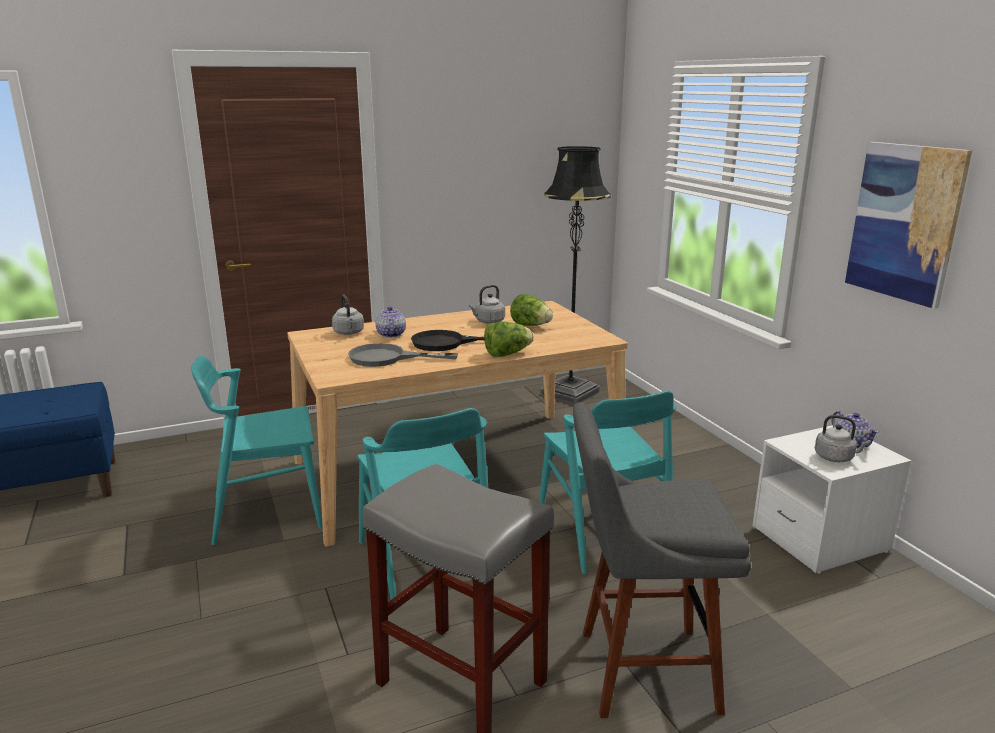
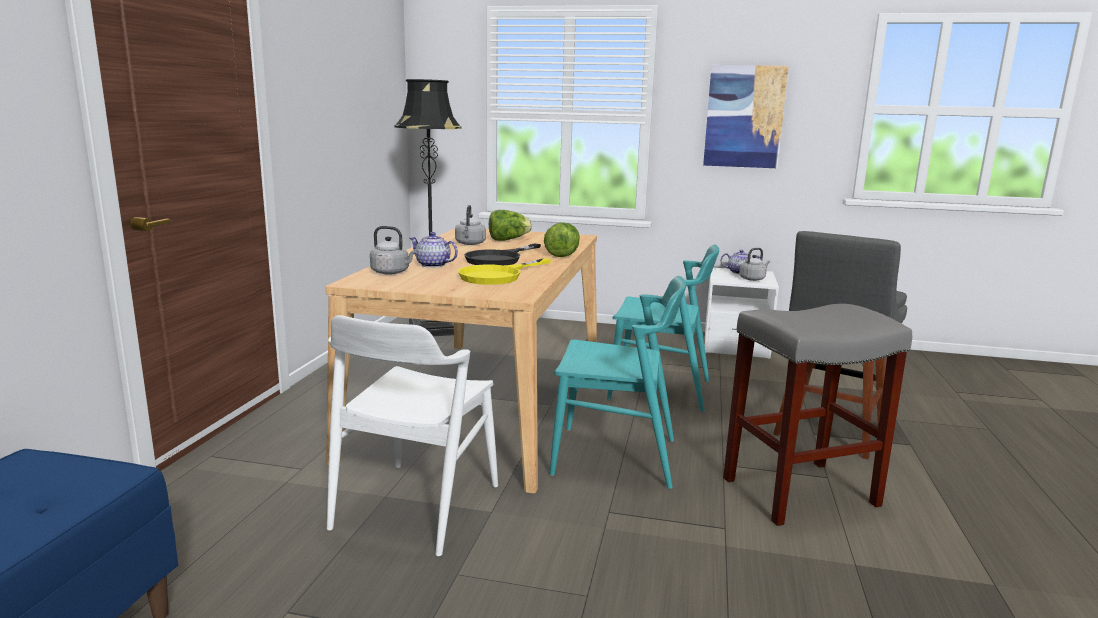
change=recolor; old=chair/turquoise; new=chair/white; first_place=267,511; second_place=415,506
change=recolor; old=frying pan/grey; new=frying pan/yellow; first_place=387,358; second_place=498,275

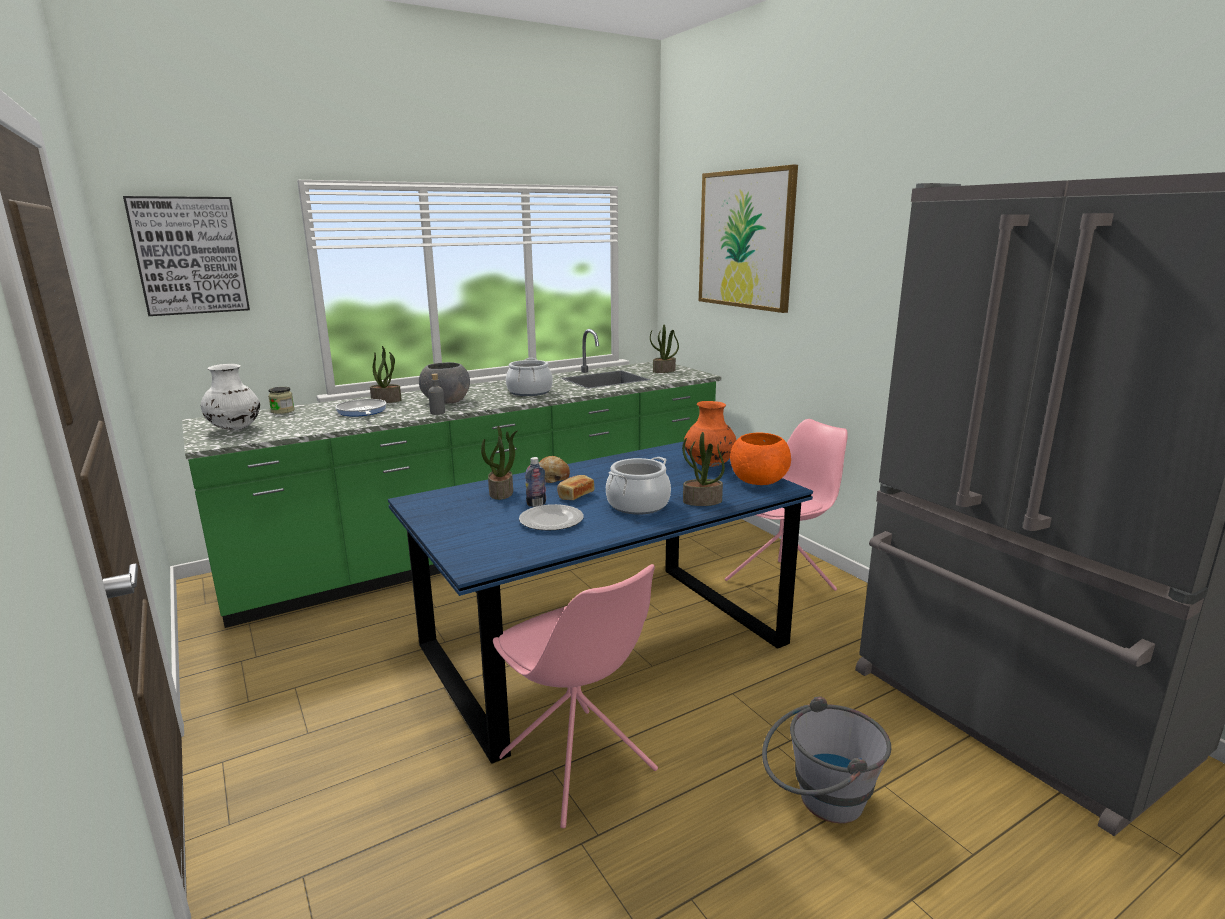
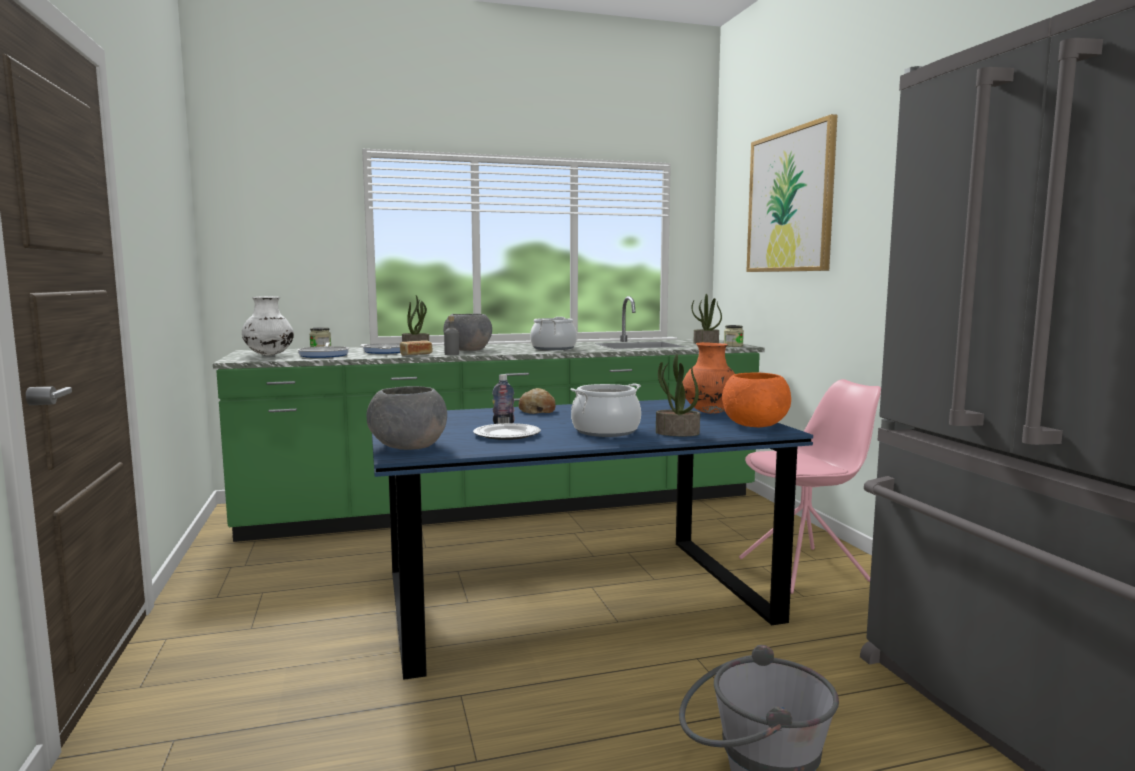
change=delete; old=picture; first_place=189,256
change=delete; old=potted plant; first_place=502,493
change=delete; old=chair/pink; first_place=578,766
change=move; old=bread; first_place=575,495; second_place=416,355
change=insert; new=frying pan; second_place=324,355
change=insert; new=bowl/grey; second_place=407,446
change=insert; new=jar; second_place=733,346

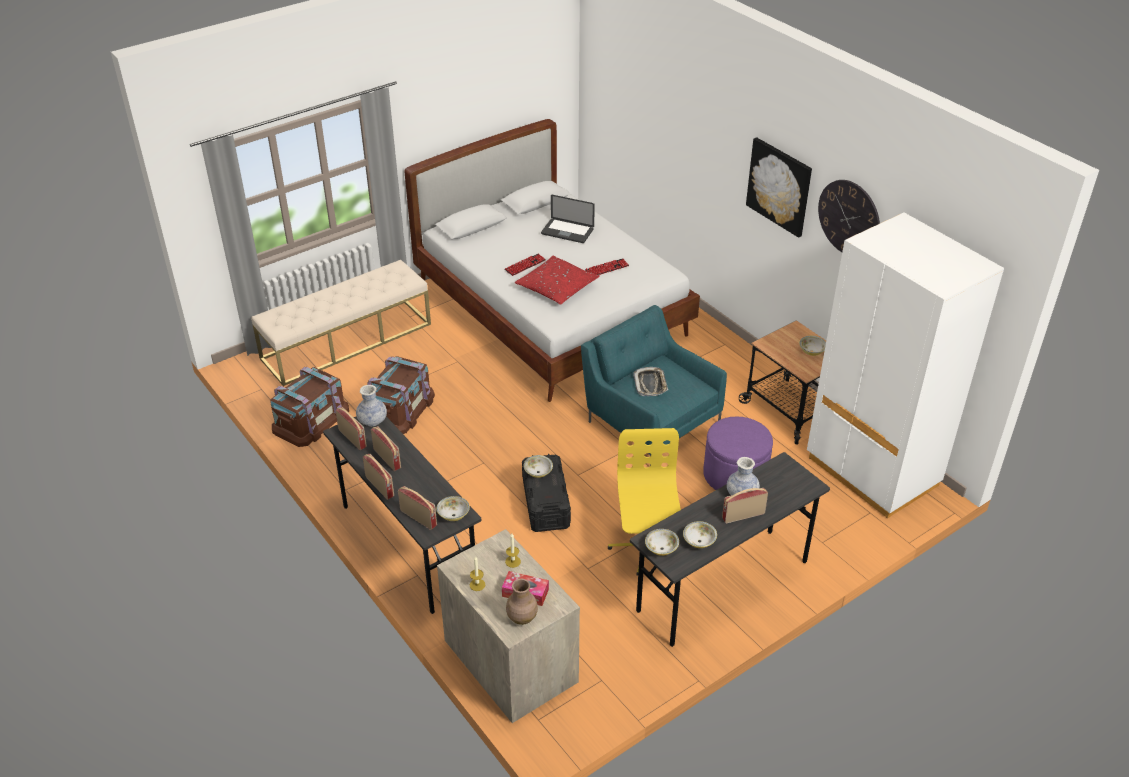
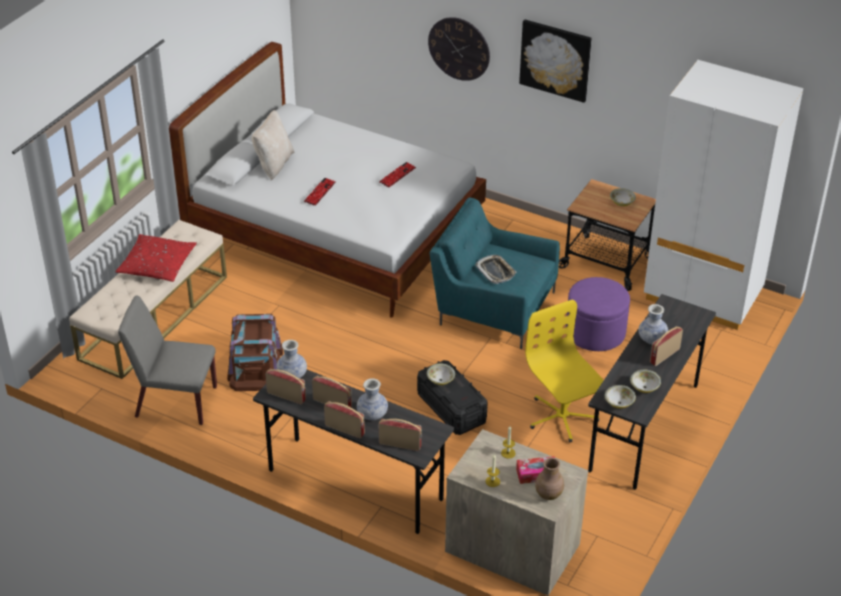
change=replace; old=storage box/brown; new=chair/grey; first_place=310,419; second_place=175,402
change=delete; old=bowl; first_place=453,515
change=move; old=pillow/red; first_place=557,287; second_place=157,265
change=delete; old=laptop; first_place=567,232
change=move; old=wall clock; first_place=849,218; second_place=459,48
change=insert; new=pillow/beige; second_place=274,164
change=insert; new=vase; second_place=372,414

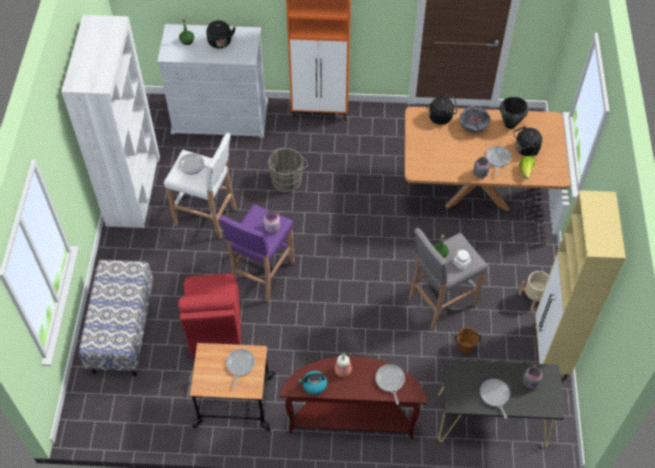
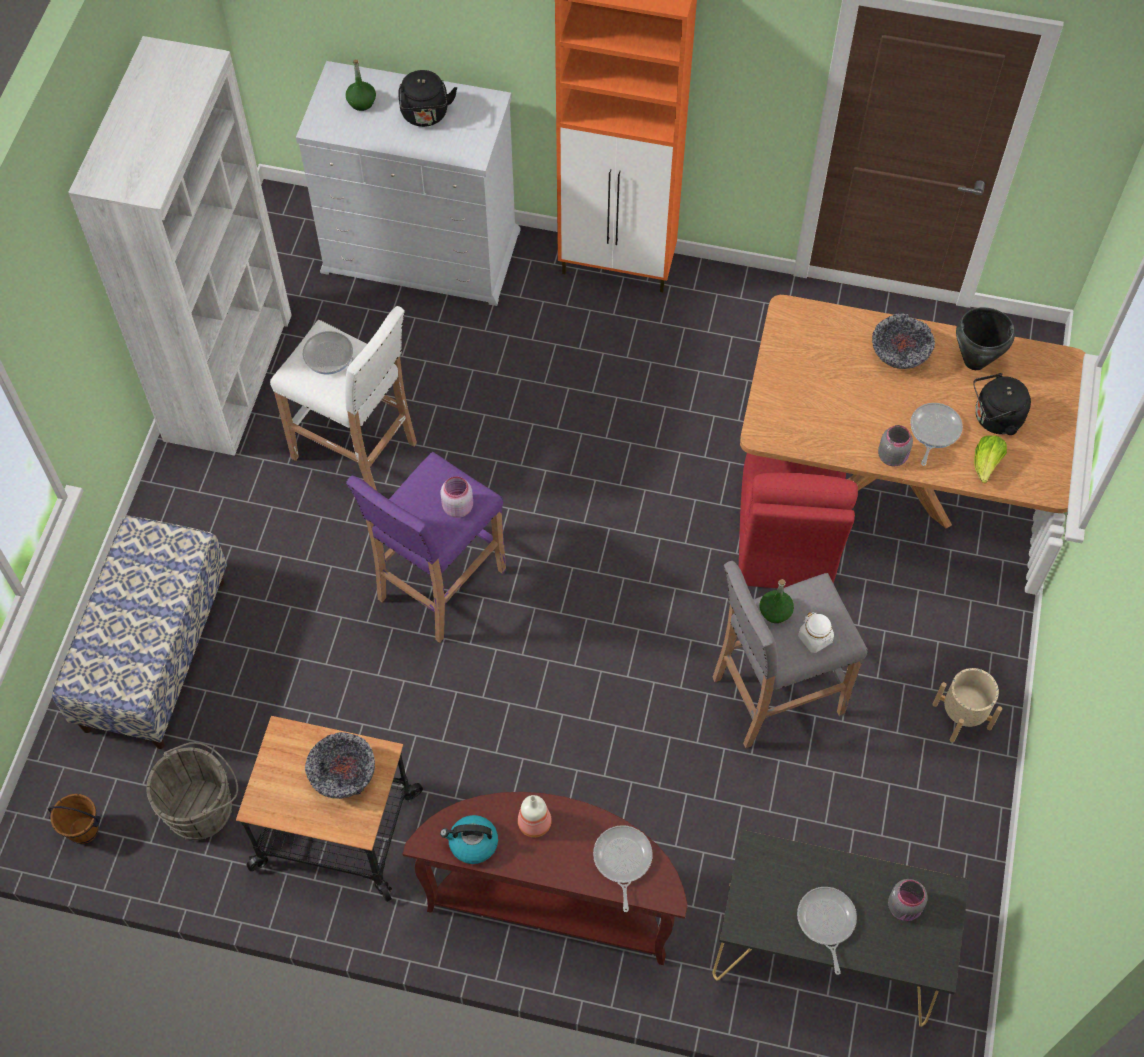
change=move; old=chair/red; first_place=215,329; second_place=785,541
change=replace; old=frying pan; new=bowl; first_place=240,365; second_place=343,775
change=move; old=bucket/grey; first_place=288,180; second_place=203,807
change=delete; old=kettle/black; first_place=442,117
change=move; old=bucket/brown; first_place=465,348; second_place=83,830
change=delete; old=cabinet/beige; first_place=550,351

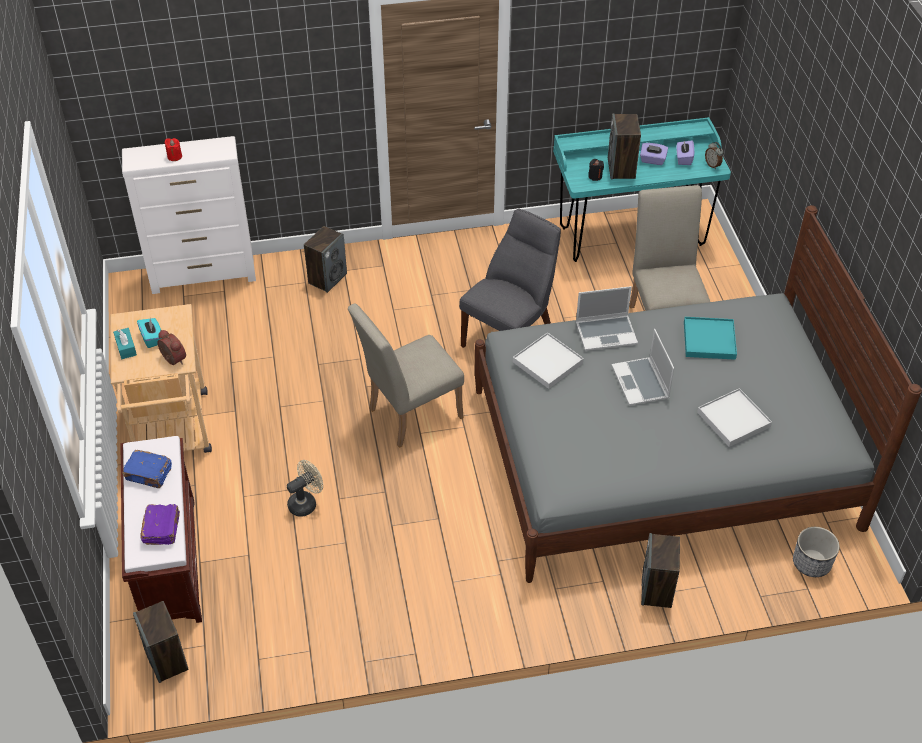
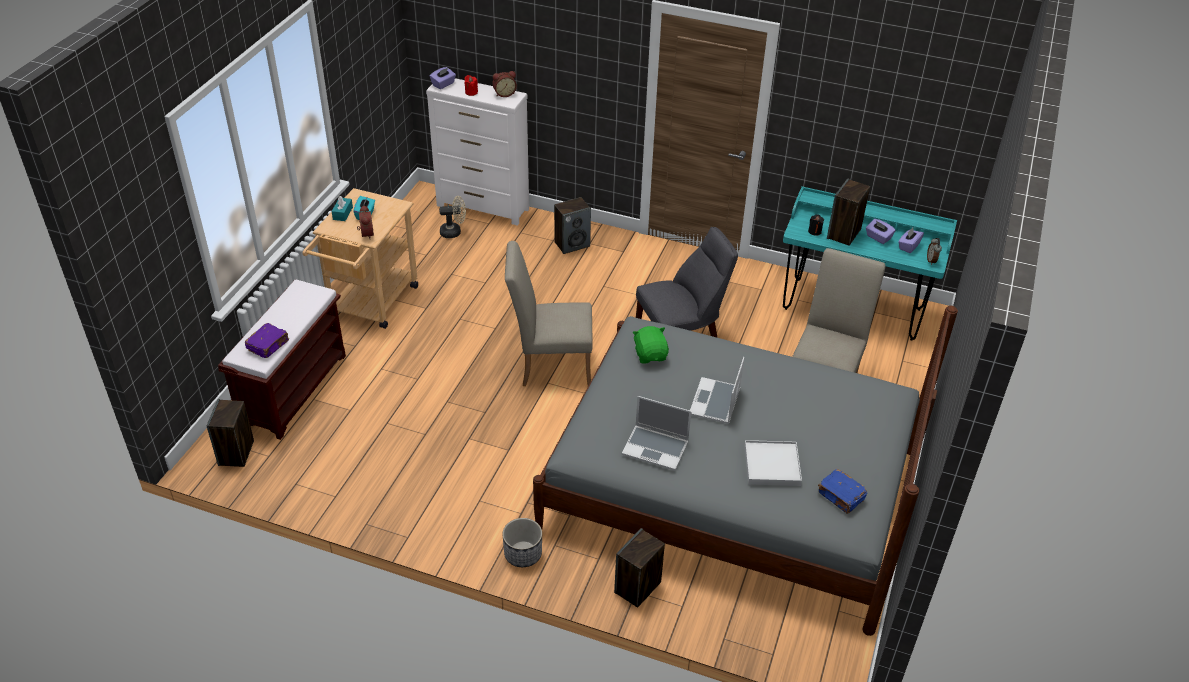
change=move; old=book/blue; first_place=149,474; second_place=841,497
change=move; old=fan/beige; first_place=306,503; second_place=454,232
change=replace; old=tray/white; new=plush toy/green; first_place=547,363; second_place=650,355
change=move; old=laptop; first_place=606,333; second_place=656,448
change=delete; old=tray/turquoise; first_place=709,340
change=move; old=planter; first_place=811,563; second_place=523,554
change=insert; new=tissue box/purple; second_place=443,84
change=insert; new=alarm clock; second_place=504,93

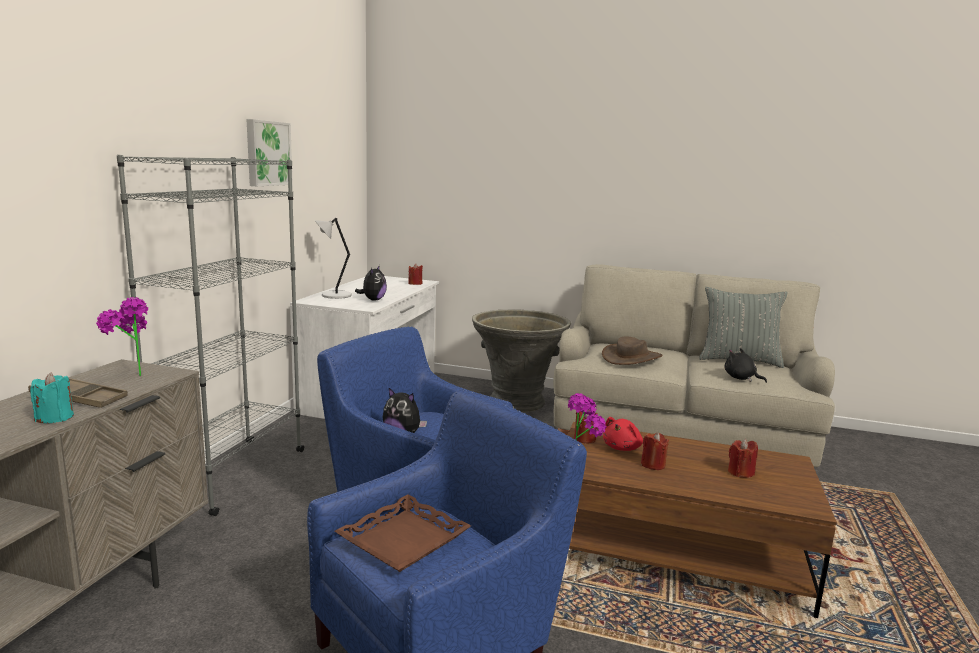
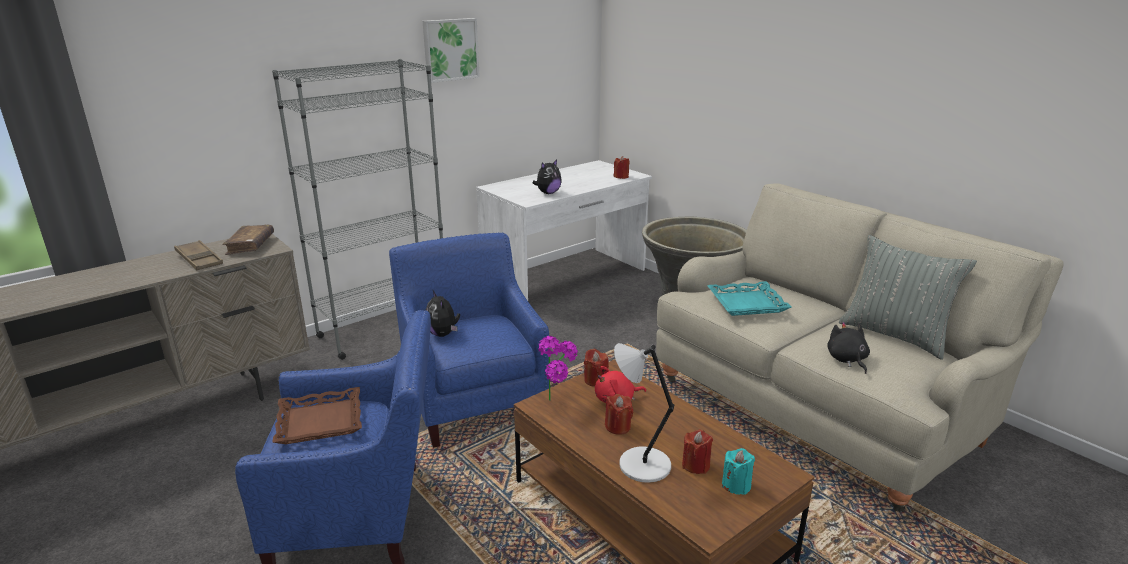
change=move; old=candle/turquoise; first_place=55,418; second_place=736,485
change=replace; old=potted plant; new=book/brown; first_place=130,375; second_place=250,246
change=move; old=table lamp/grey; first_place=334,295; second_place=641,465
change=replace; old=hat/brown; new=tray/turquoise; first_place=632,358; second_place=747,304

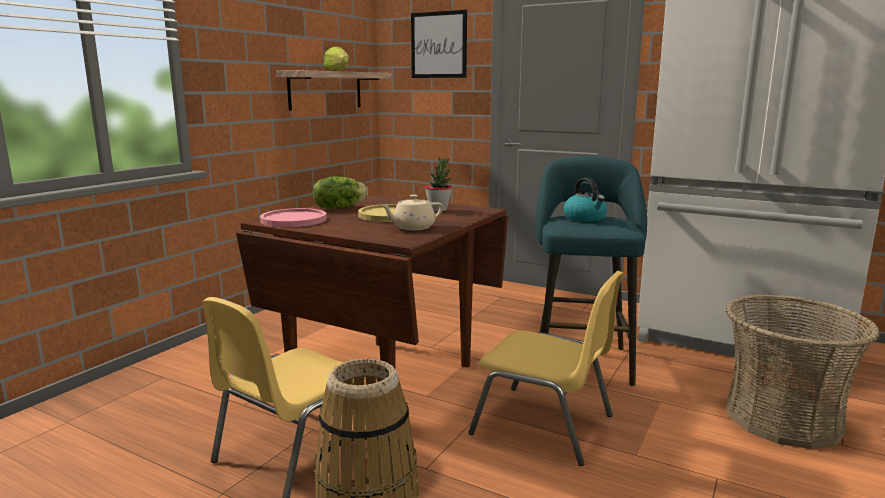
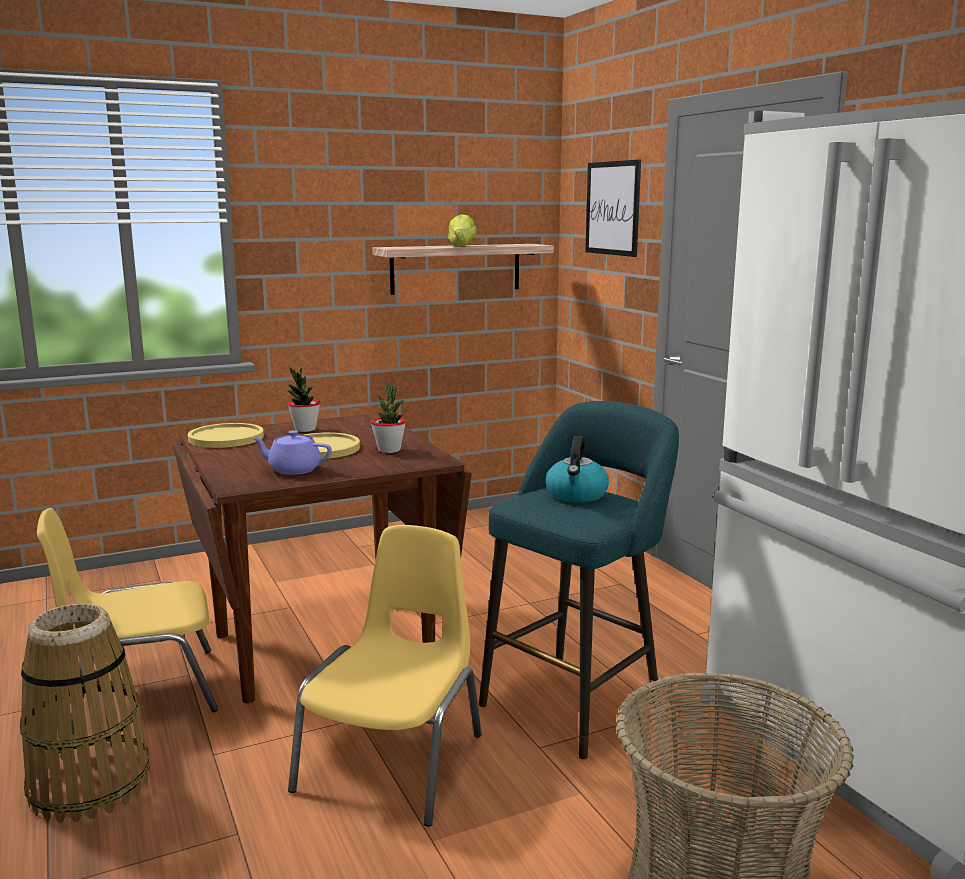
change=recolor; old=plate/pink; new=plate/yellow; first_place=293,220; second_place=226,438
change=replace; old=lettuce; new=potted plant; first_place=339,208; second_place=305,429
change=recolor; old=teapot/beige; new=teapot/purple; first_place=412,227; second_place=293,470
change=rotate; old=chair/yellow; first_place=545,425; second_place=394,761; degrees=-135

